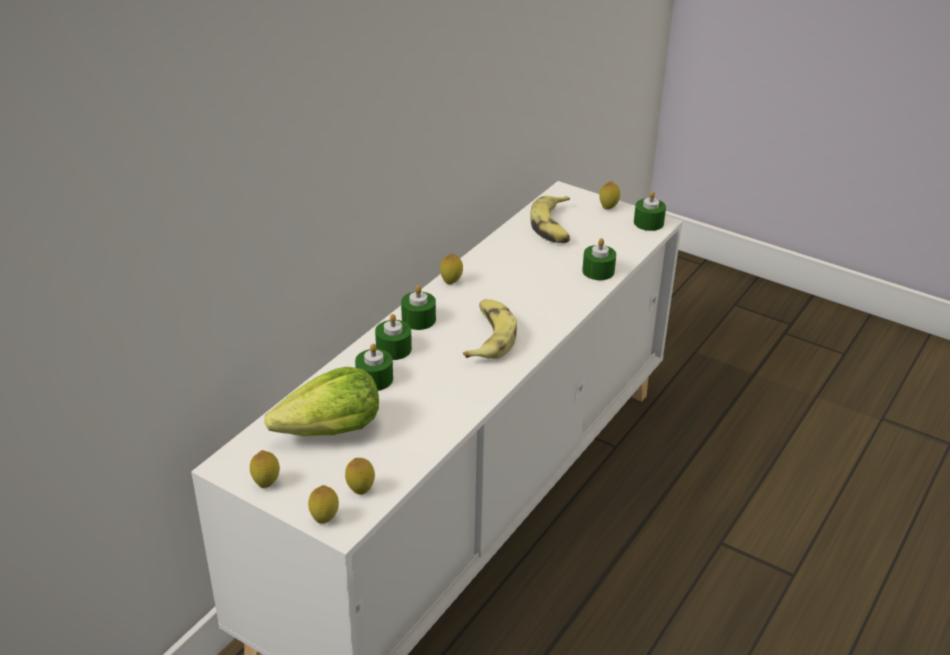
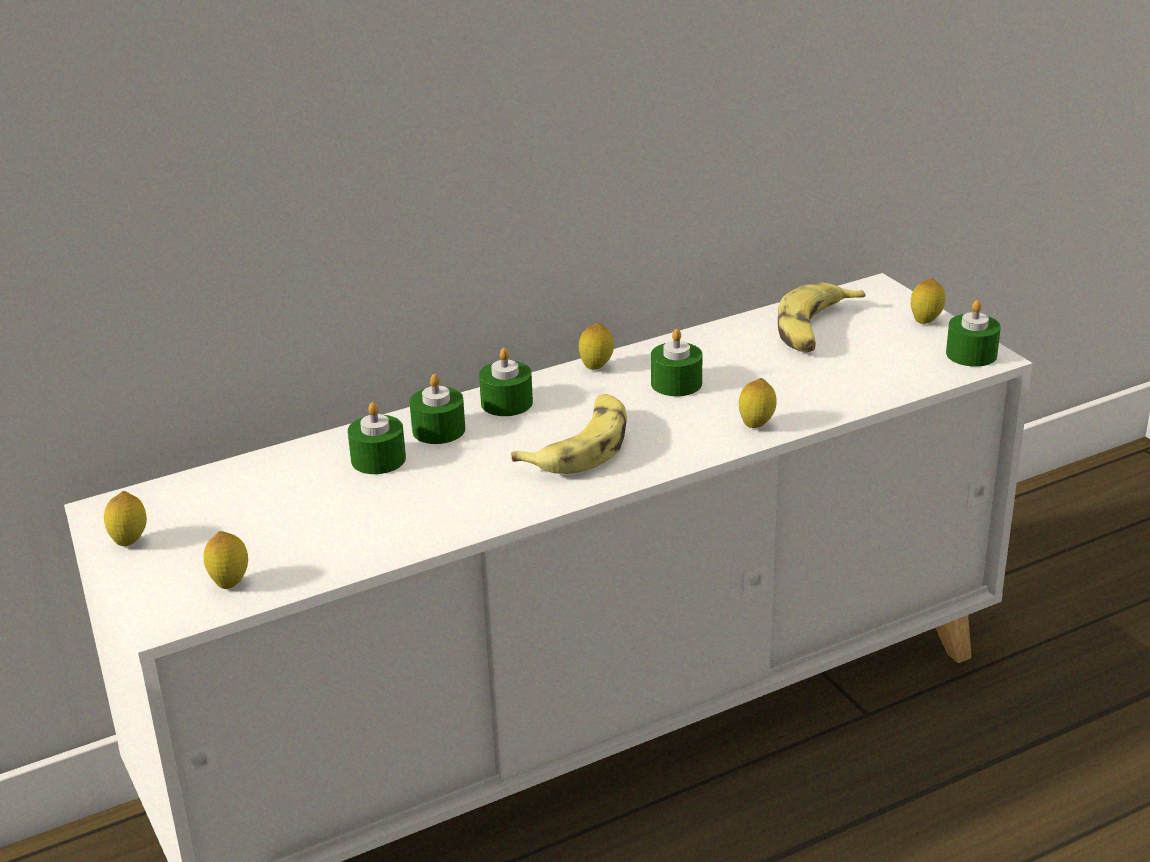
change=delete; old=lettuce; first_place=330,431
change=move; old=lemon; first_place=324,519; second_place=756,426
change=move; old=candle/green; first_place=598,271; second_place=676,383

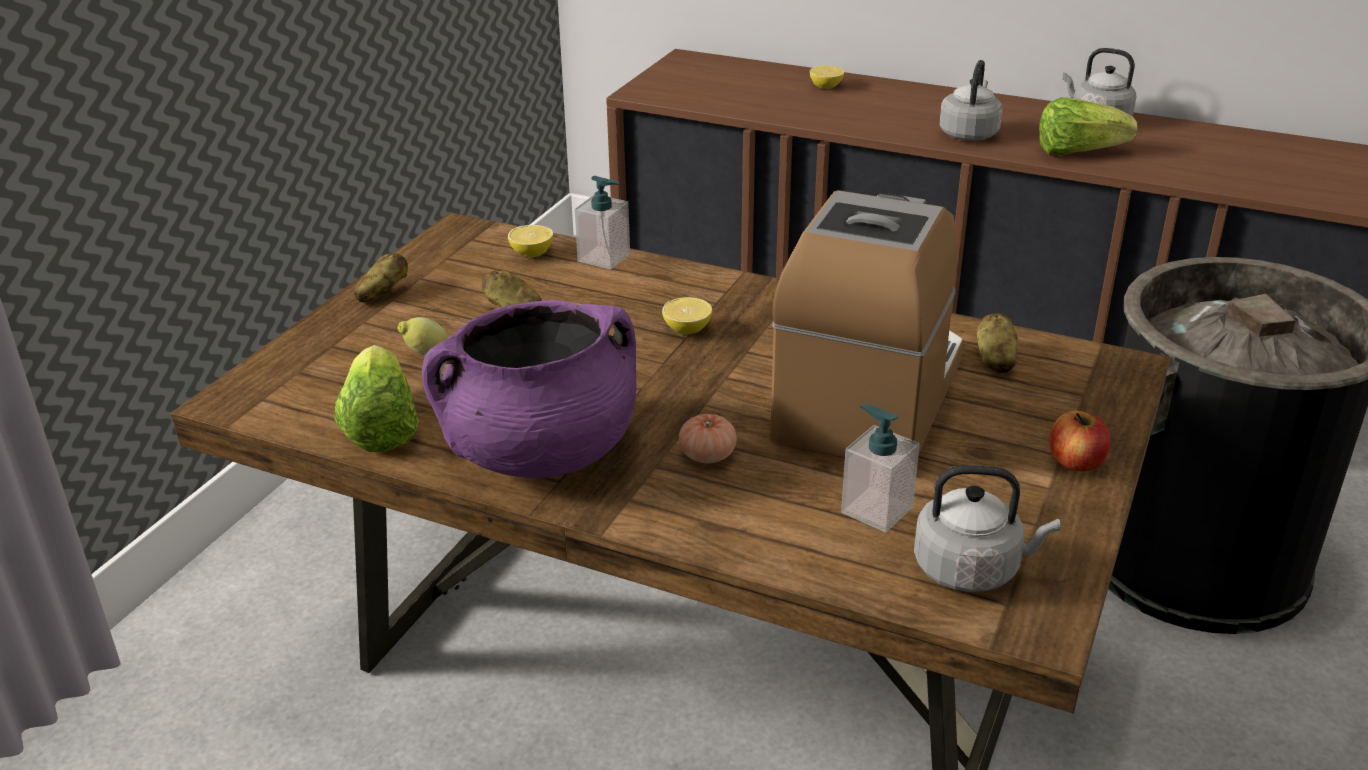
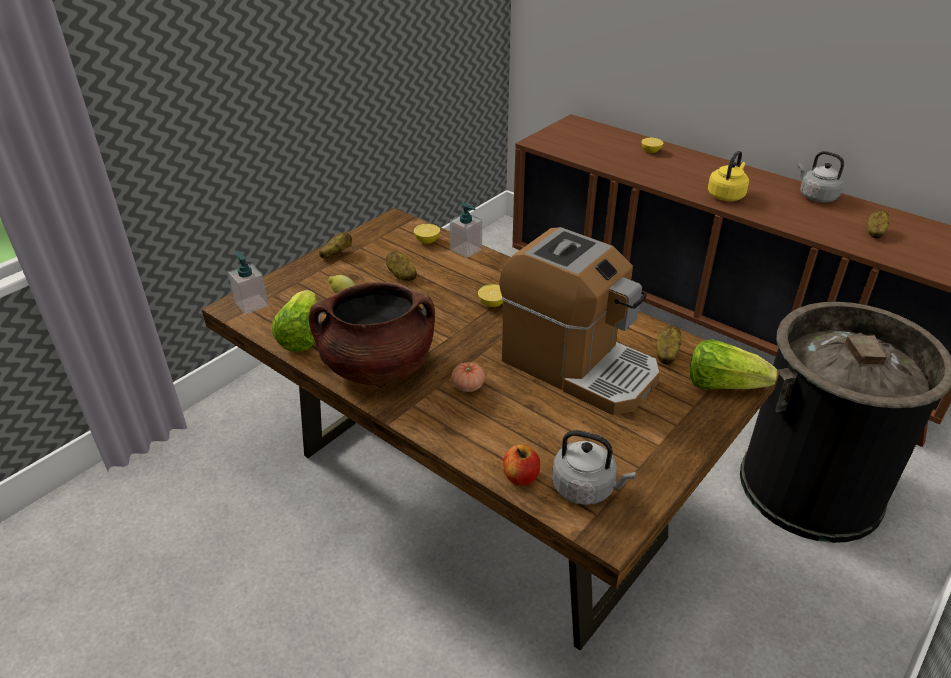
change=recolor; old=cooking pot/purple; new=cooking pot/brown; first_place=540,452; second_place=378,367
change=rotate; old=coffee machine; first_place=870,398; second_place=578,366; degrees=90
change=move; old=soap dispenser; first_place=876,509; second_place=251,304
change=recolor; old=kettle/grey; new=kettle/yellow; first_place=969,133; second_place=726,195
change=move; old=lettuce; first_place=1077,152; second_place=722,385
change=move; old=apple; first_place=1076,462; second_place=521,477
change=insert; new=potato; second_place=874,232

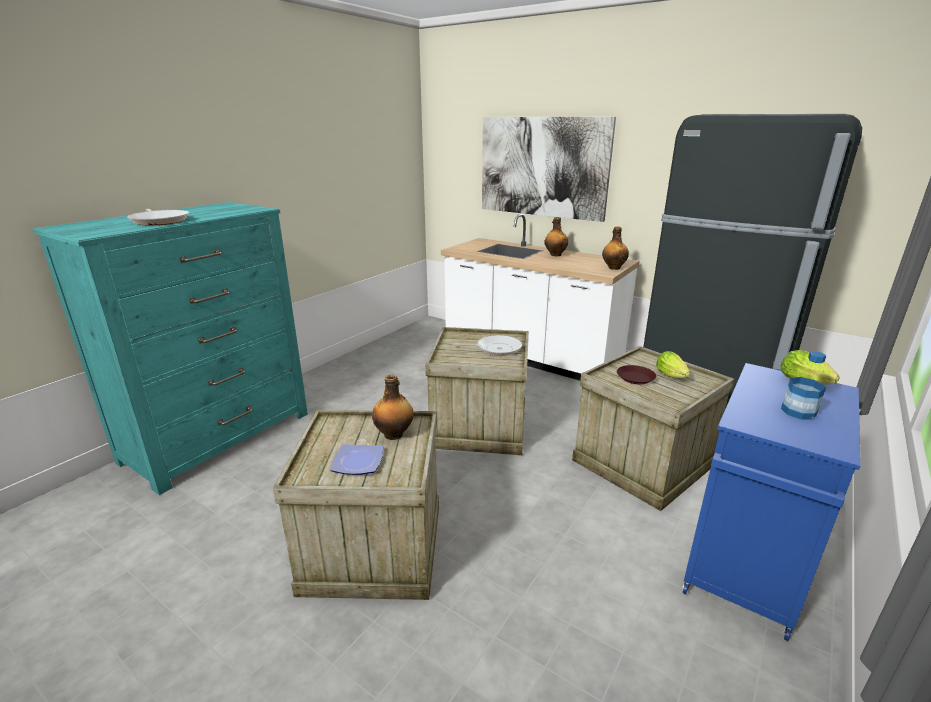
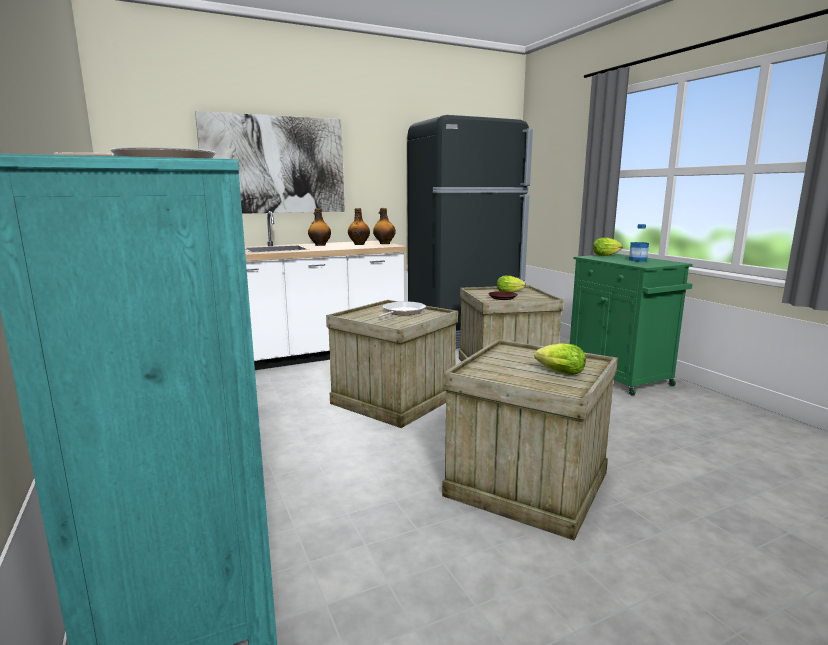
change=replace; old=plate; new=lettuce; first_place=357,462; second_place=558,372
change=move; old=bottle; first_place=394,434; second_place=359,244
change=recolor; old=cabinet/blue; new=cabinet/green; first_place=743,569; second_place=619,377

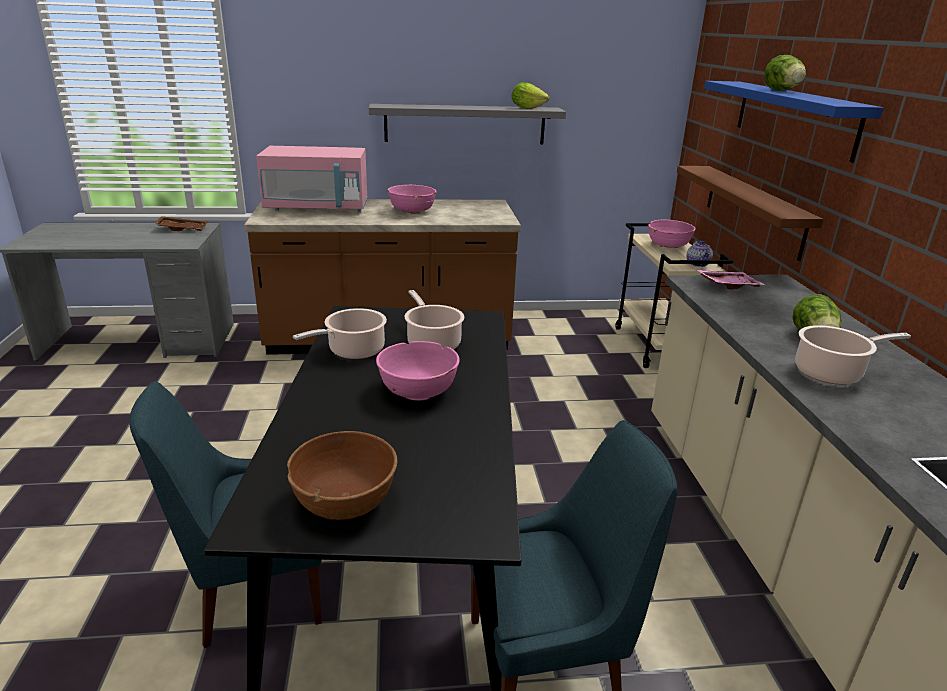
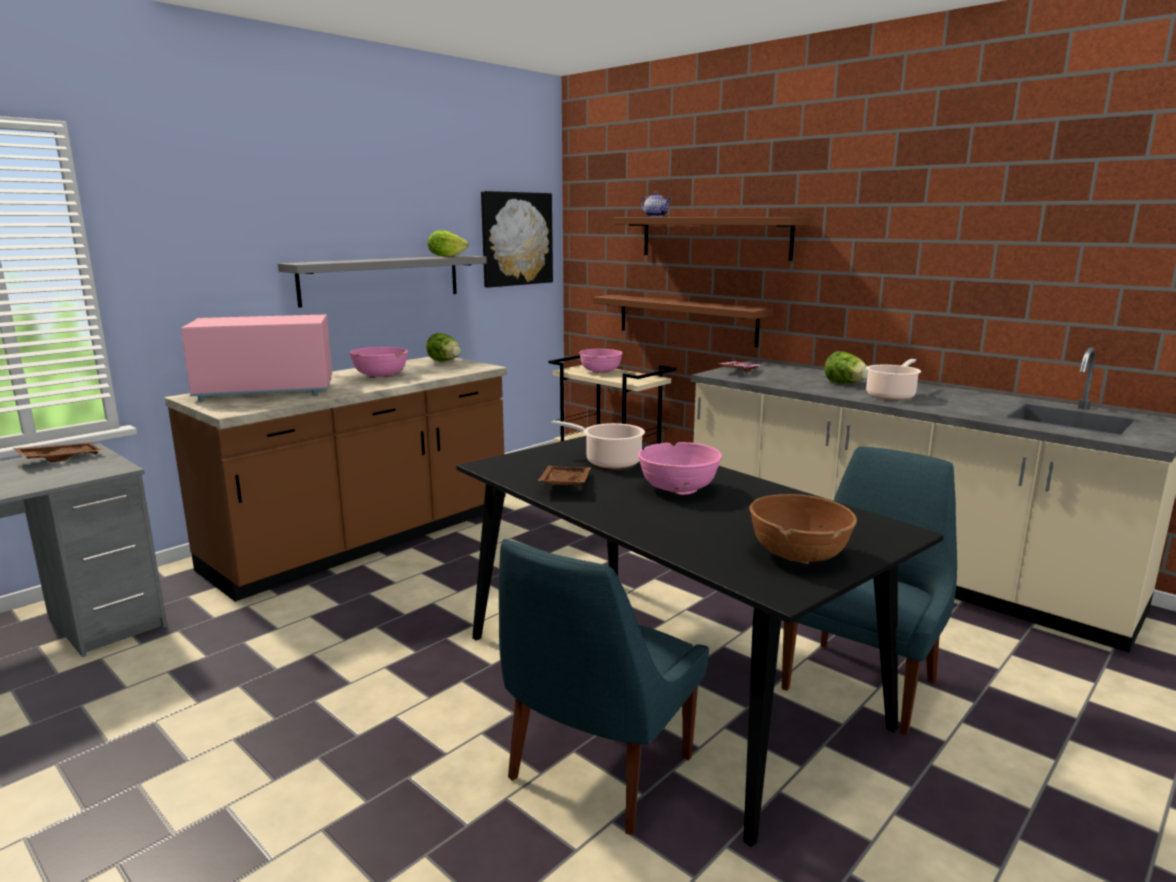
change=rotate; old=microwave/pink; first_place=317,208; second_place=265,391; degrees=-150
change=replace; old=cooking pot; new=tray/brown; first_place=353,351; second_place=563,484
change=move; old=teapot; first_place=698,264; second_place=656,216
change=recolor; old=shelf/blue; new=shelf/brown; first_place=793,117; second_place=714,237
change=move; old=lettuce; first_place=783,91; second_place=445,361
change=insert; new=picture; second_place=516,239

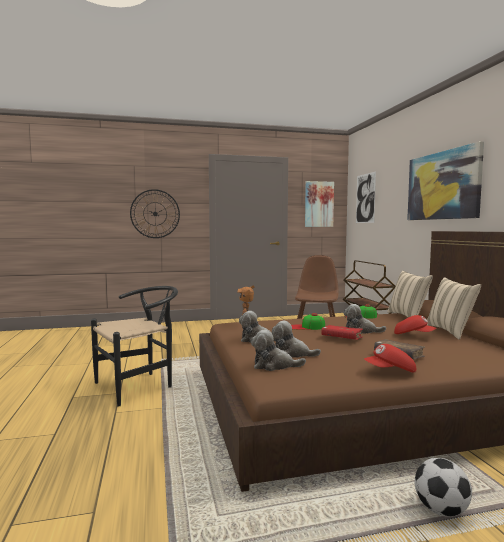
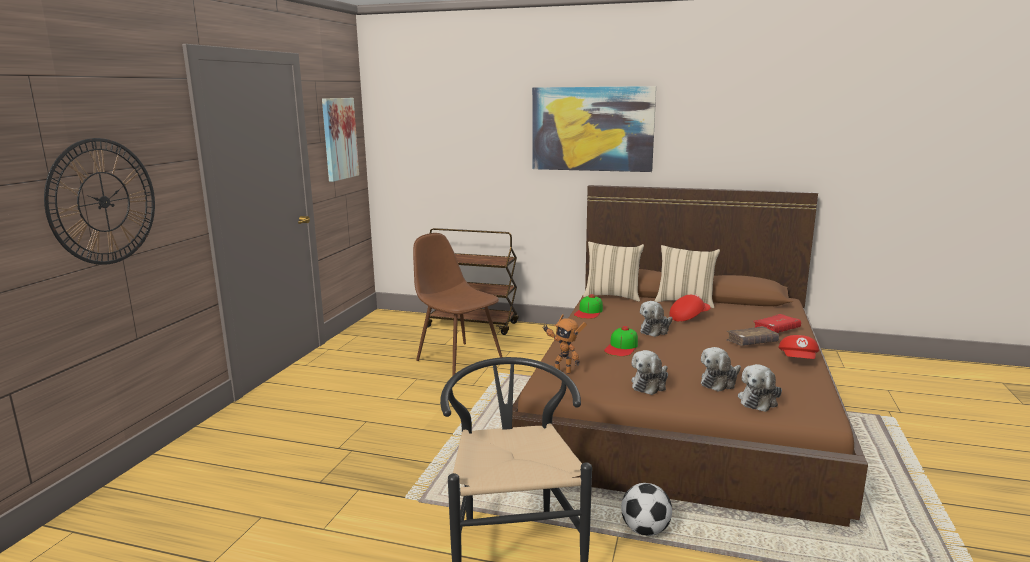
change=move; old=book/red; first_place=341,338; second_place=776,330
change=delete; old=picture; first_place=365,198
change=move; old=football; first_place=441,510; second_place=645,530

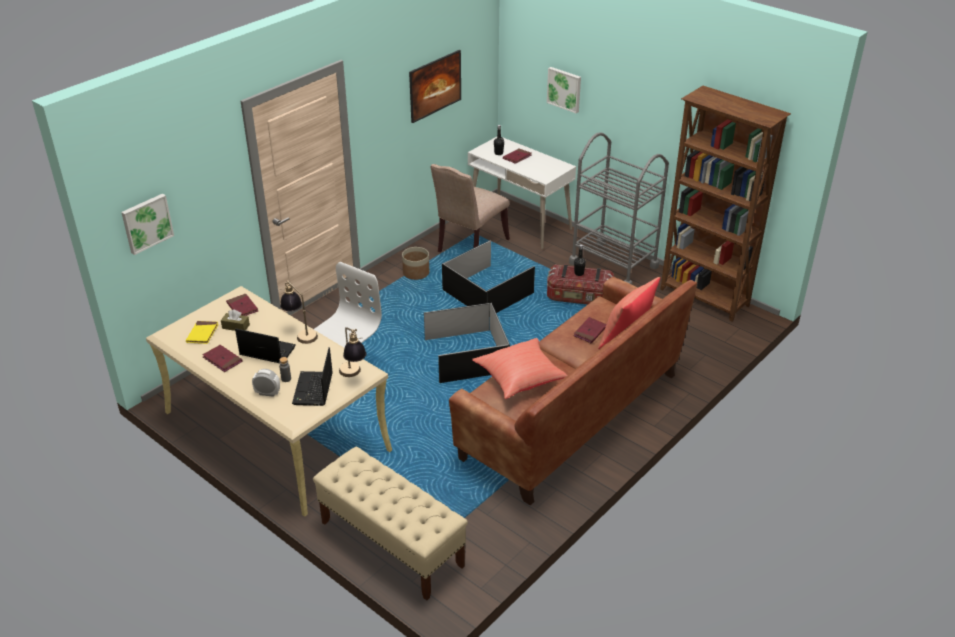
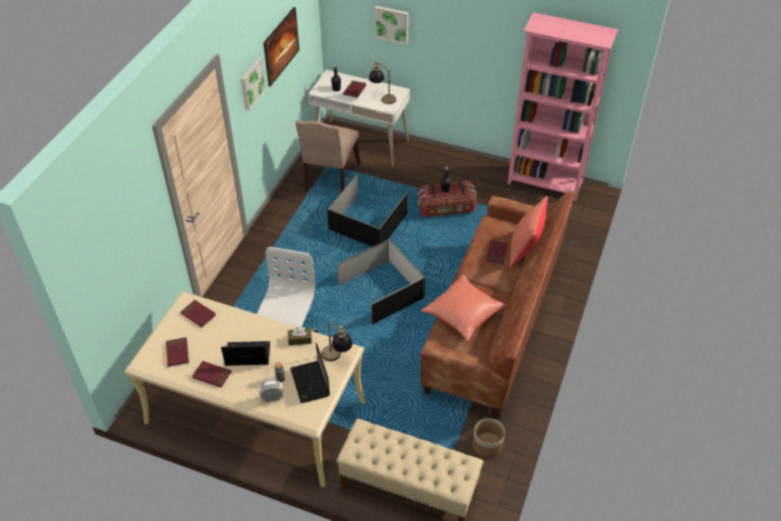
change=move; old=picture; first_place=146,223; second_place=251,83
change=recolor; old=book/yellow; new=book/red; first_place=202,334; second_place=177,353
change=move; old=tissue box/brown; first_place=236,326; second_place=300,339
change=move; old=table lamp; first_place=300,333; second_place=382,98
change=move; old=planter; first_place=416,273; second_place=487,445
change=delete; old=cart/grey; first_place=613,264
change=recolor; old=bookcase/brown; new=bookcase/pink; first_place=704,298; second_place=545,184

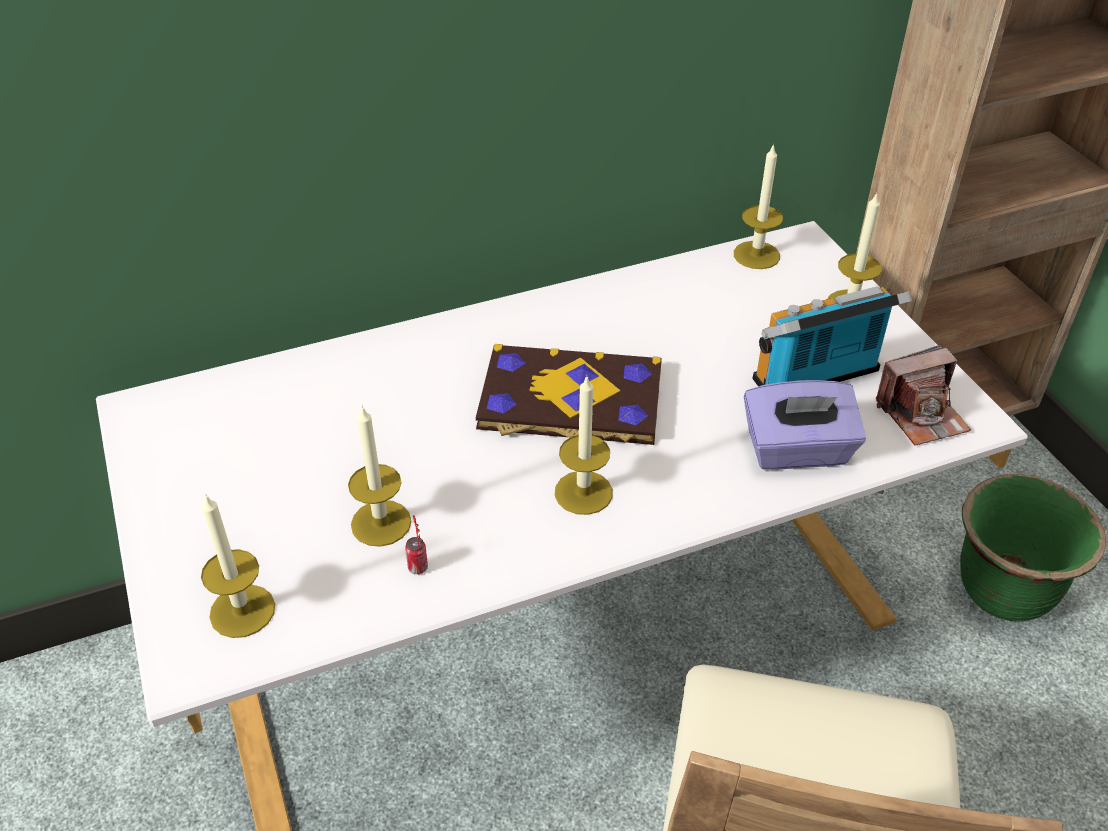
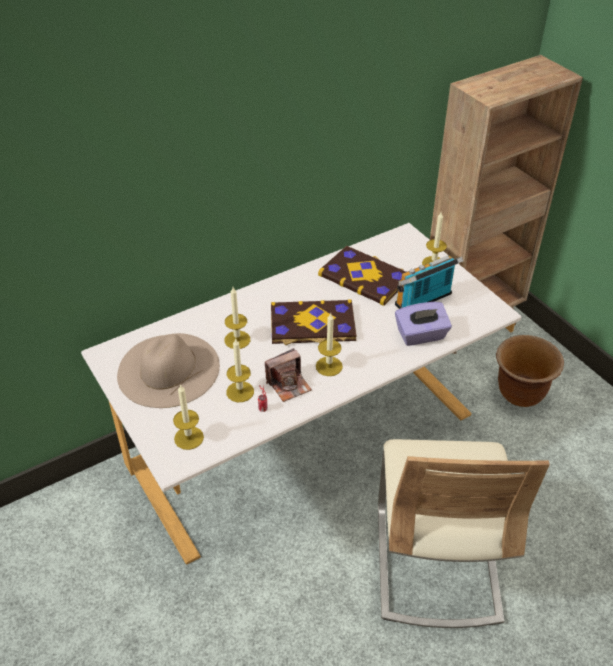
change=move; old=candle; first_place=756,255; second_place=237,340
change=move; old=photo camera; first_place=921,415; second_place=288,384
change=recolor; old=planter/green; new=planter/brown; first_place=1003,593; second_place=520,394
change=insert; new=hat/beige; second_place=168,369
change=insert; new=book; second_place=365,277

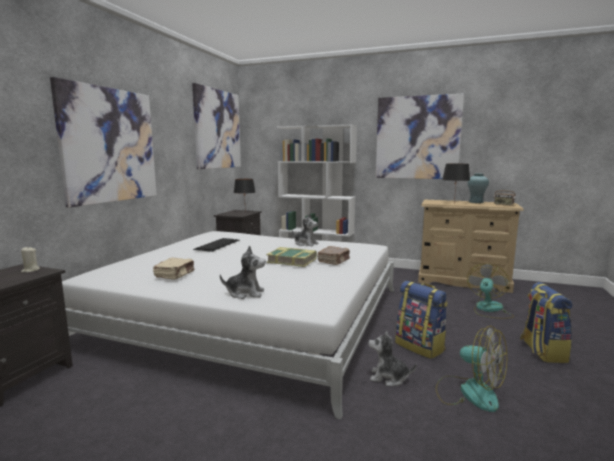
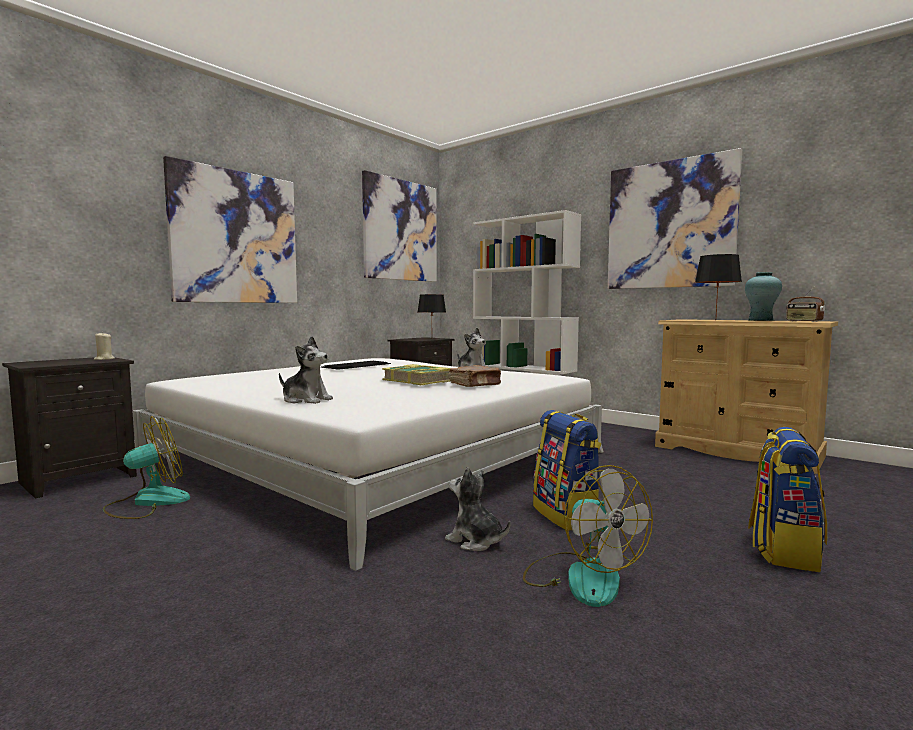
change=delete; old=book/beige; first_place=175,275
change=move; old=fan; first_place=489,310; second_place=148,502

